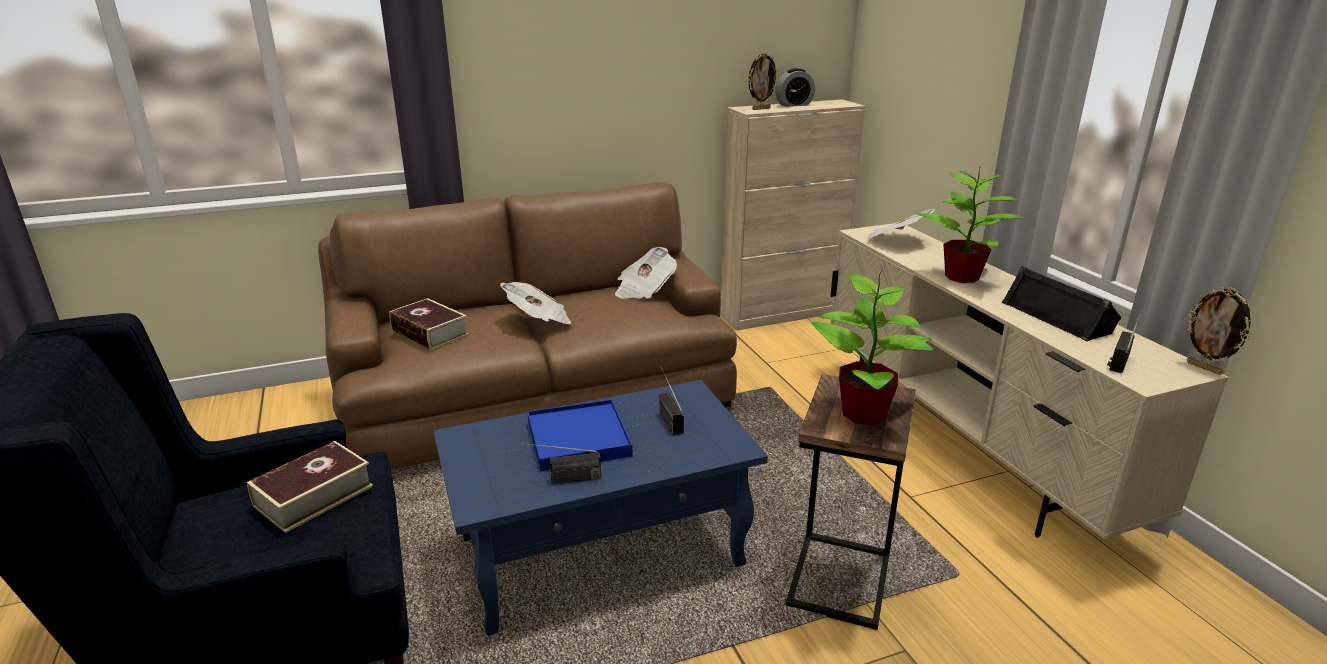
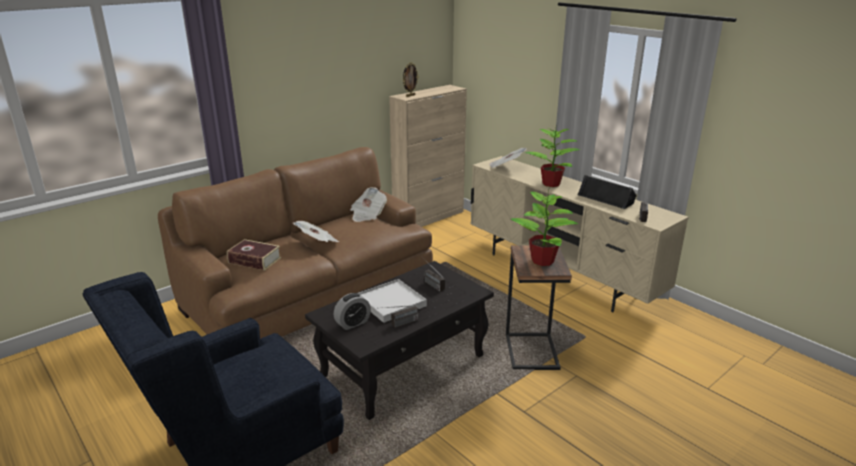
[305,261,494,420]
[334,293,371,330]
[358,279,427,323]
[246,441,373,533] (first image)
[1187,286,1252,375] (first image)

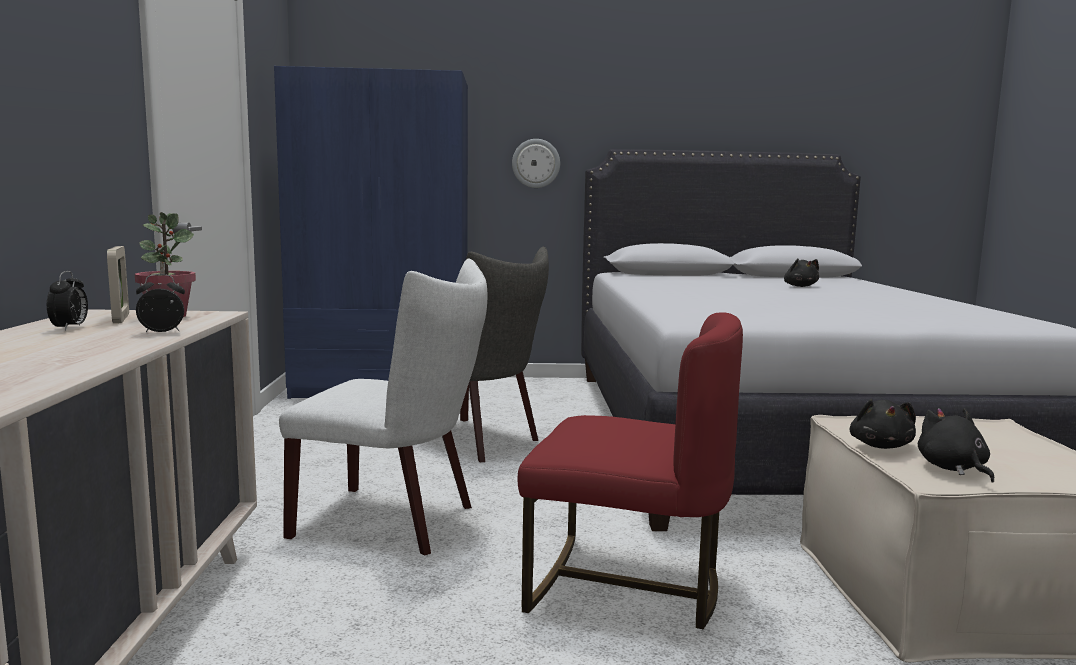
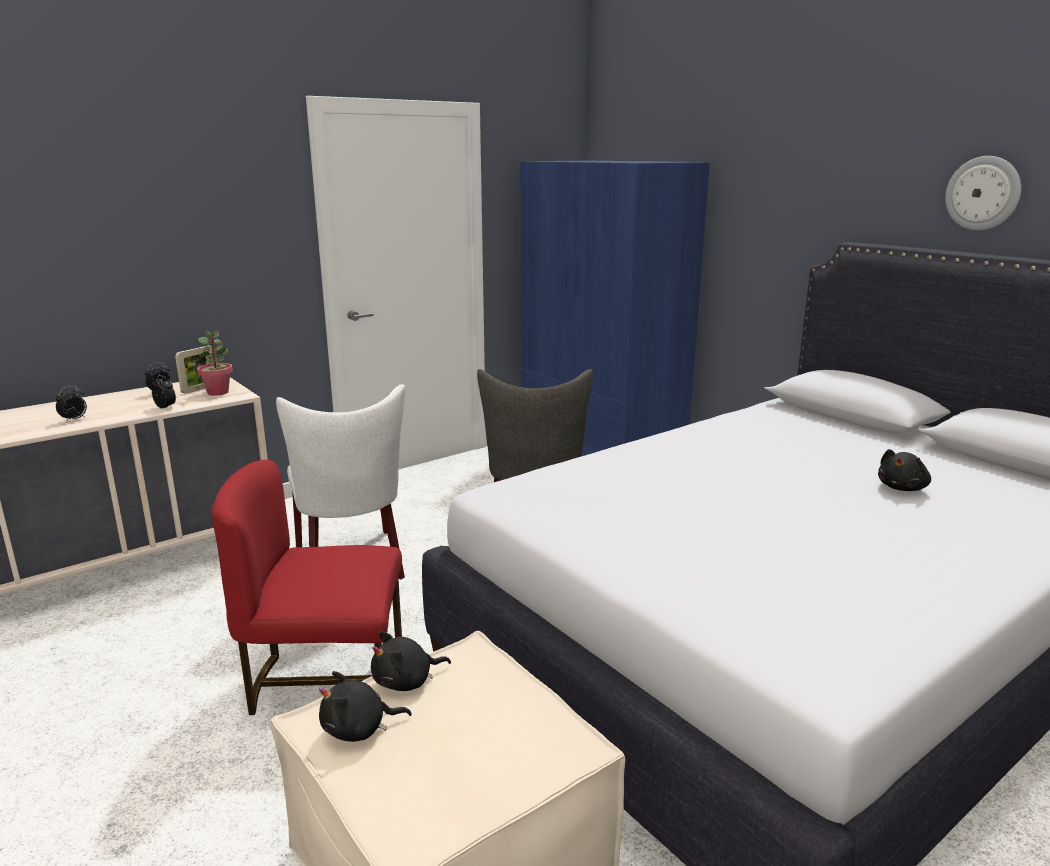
[55,386,87,422]
[212,460,402,715]
[319,671,412,742]
[945,156,1021,231]

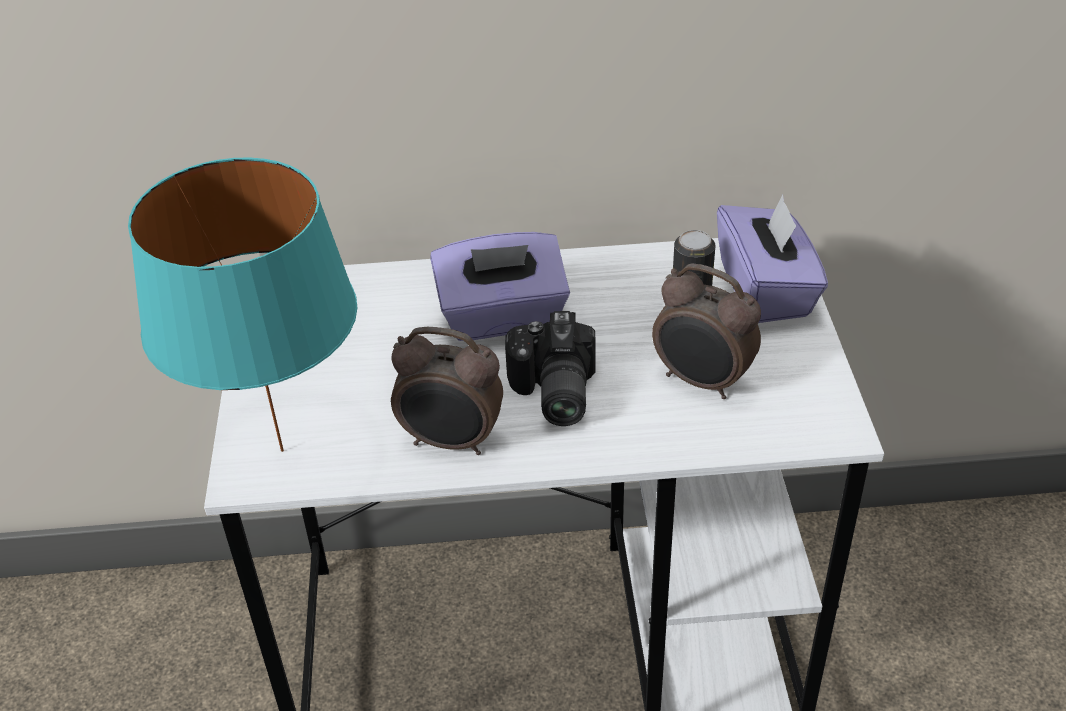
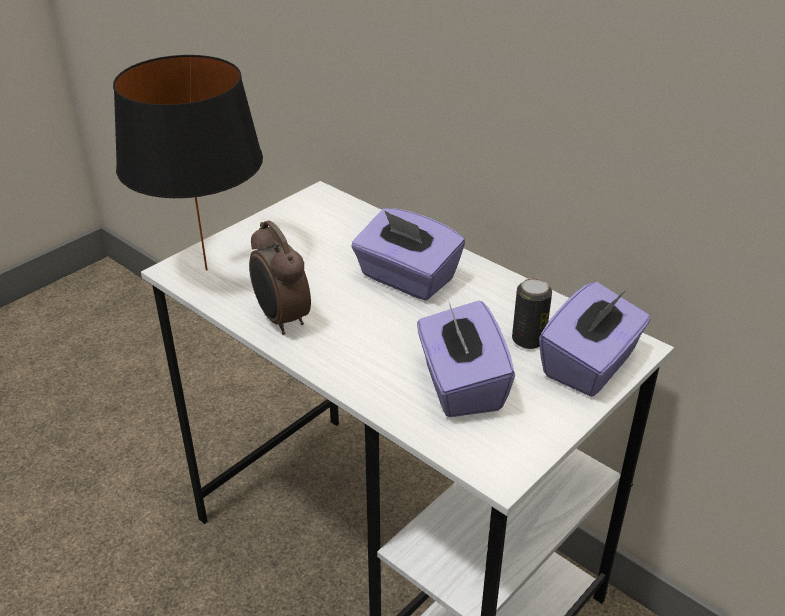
[113,55,263,270]
[417,301,515,417]
[505,311,596,426] (first image)

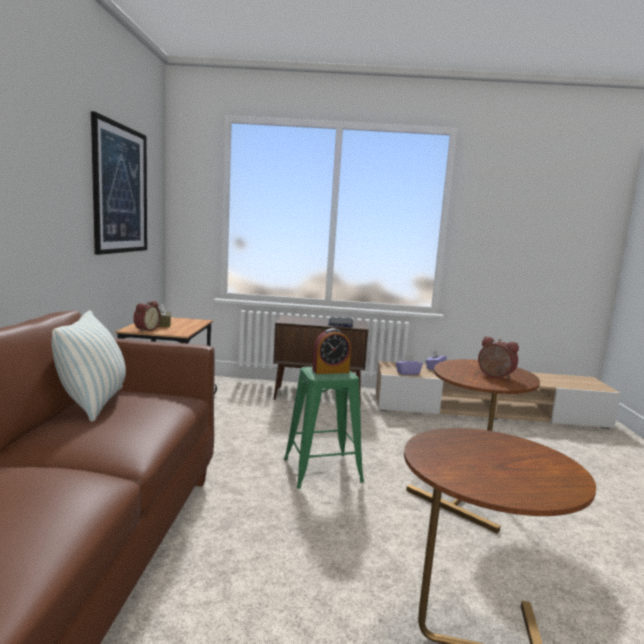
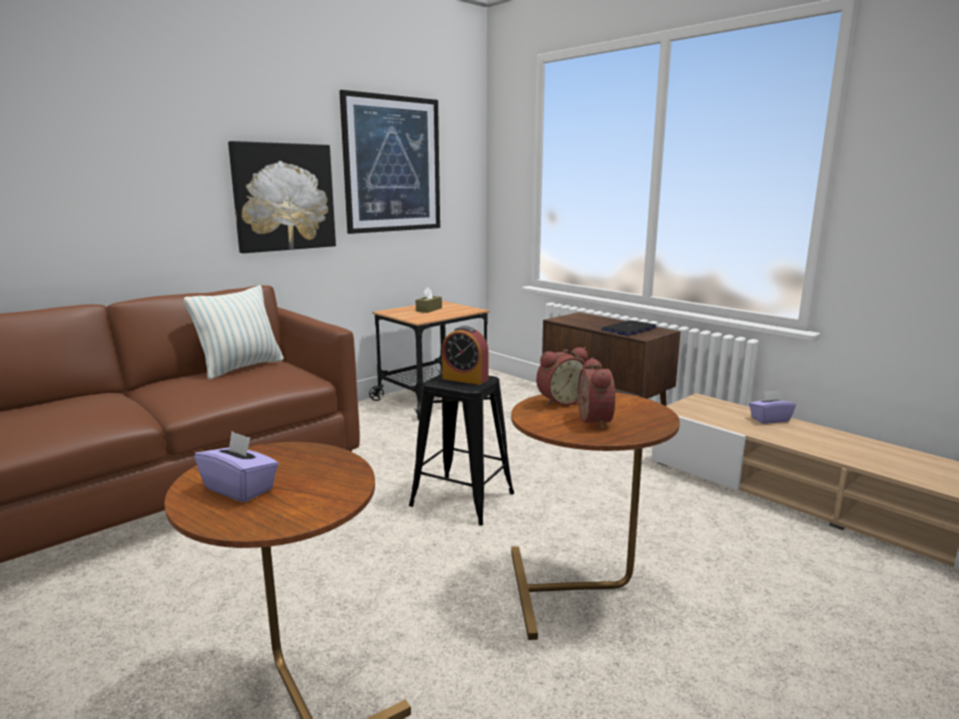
[194,431,279,502]
[228,141,336,253]
[409,373,514,526]
[536,347,588,406]

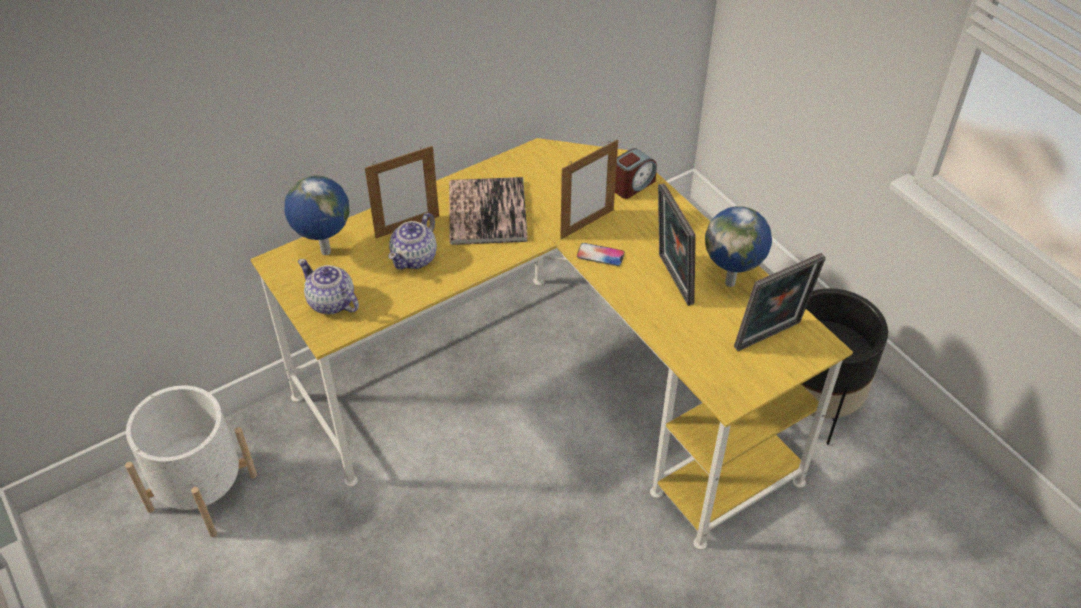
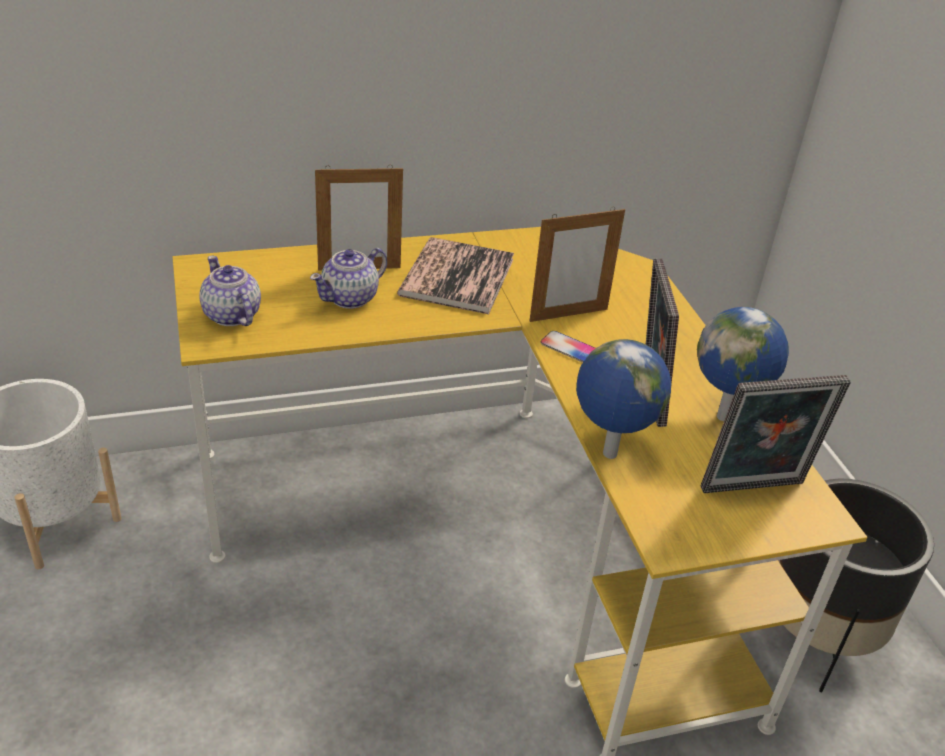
[576,339,671,459]
[615,148,657,199] (first image)

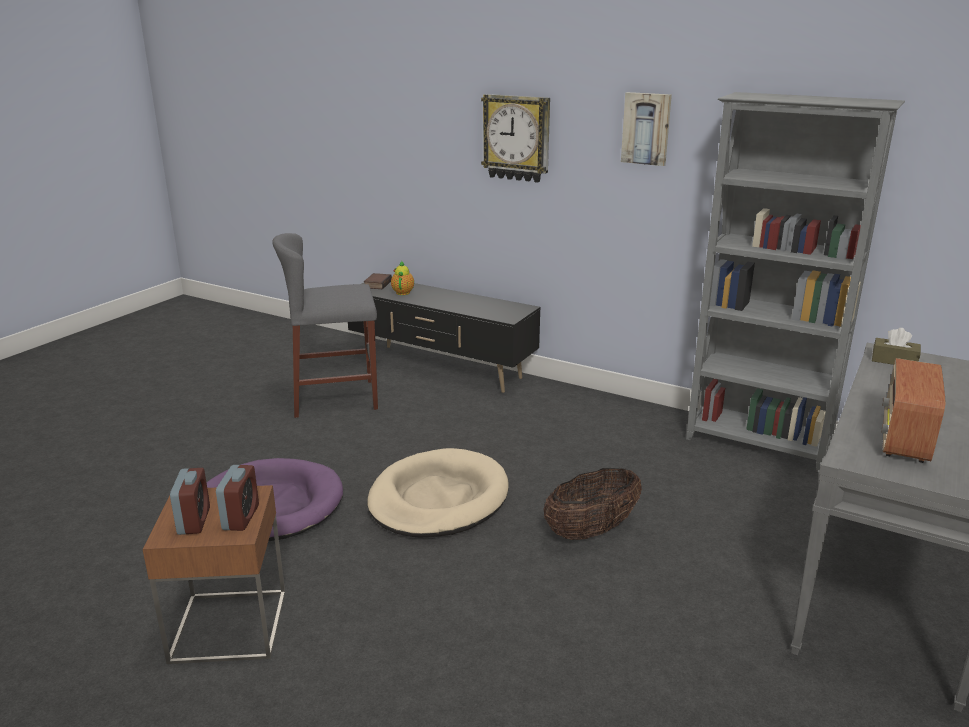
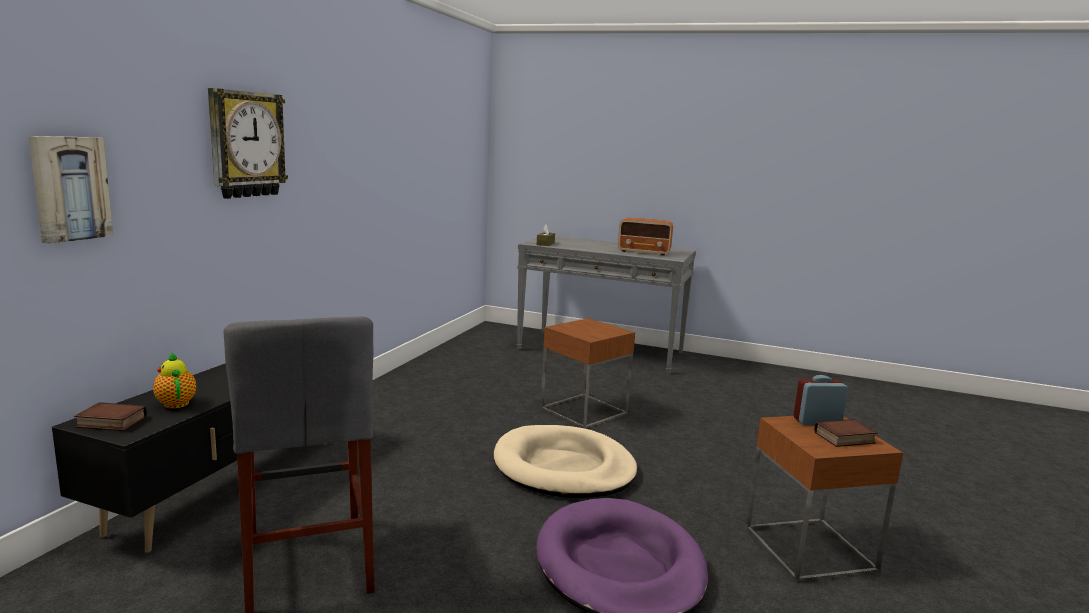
[29,136,113,244]
[153,352,196,408]
[541,318,635,429]
[814,419,878,447]
[686,92,905,472] (first image)

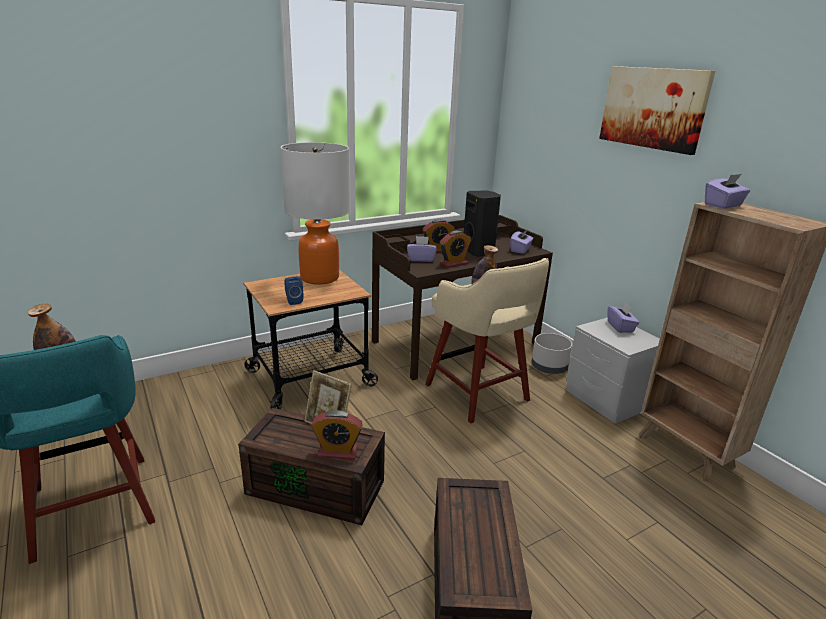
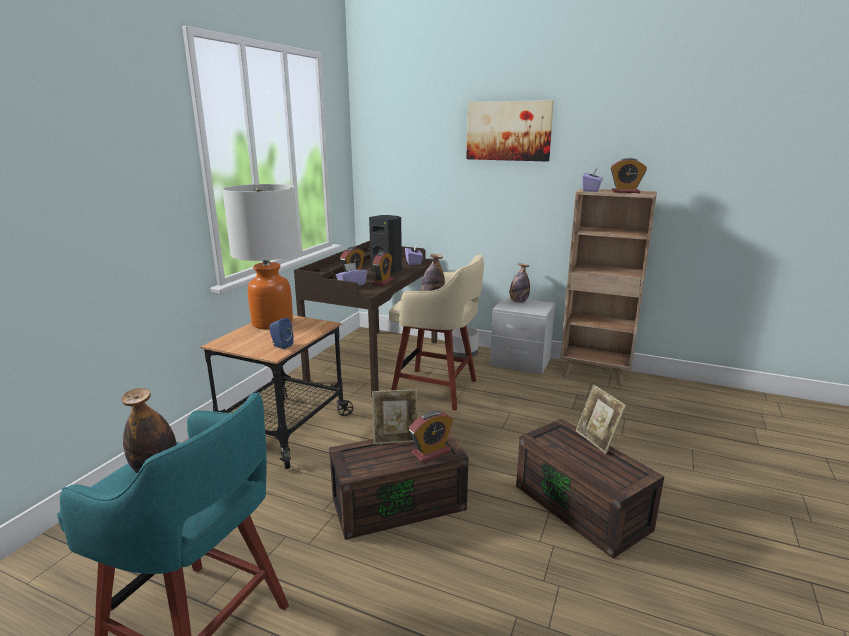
[510,263,530,303]
[576,385,626,454]
[610,158,647,193]

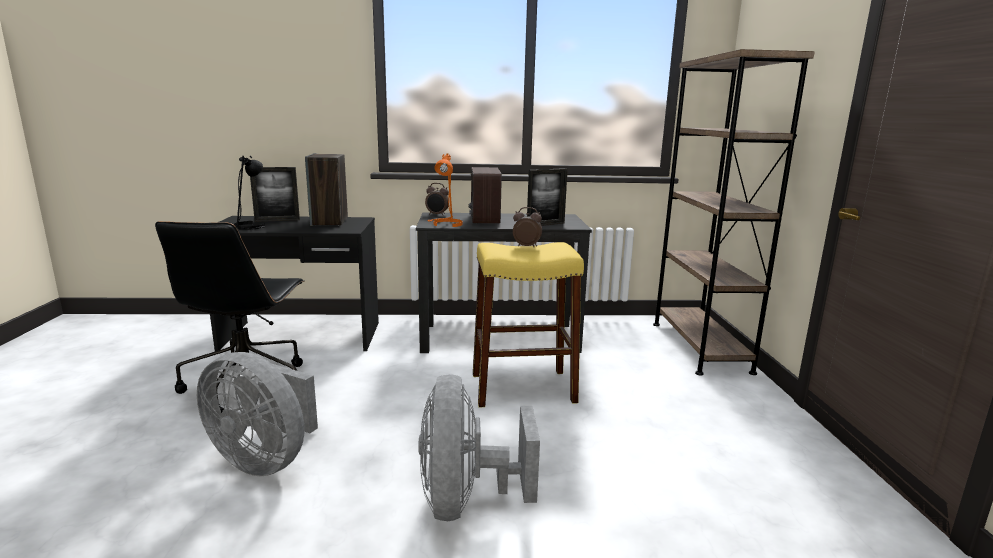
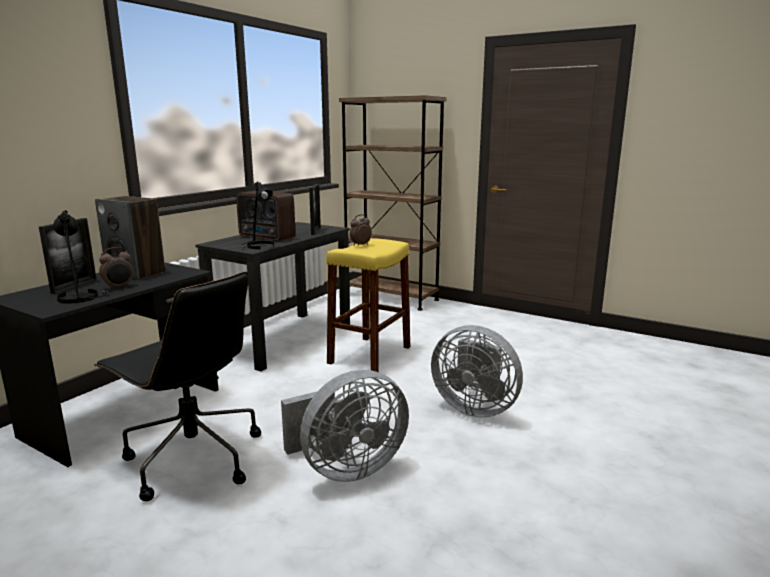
[99,247,133,290]
[241,182,274,249]

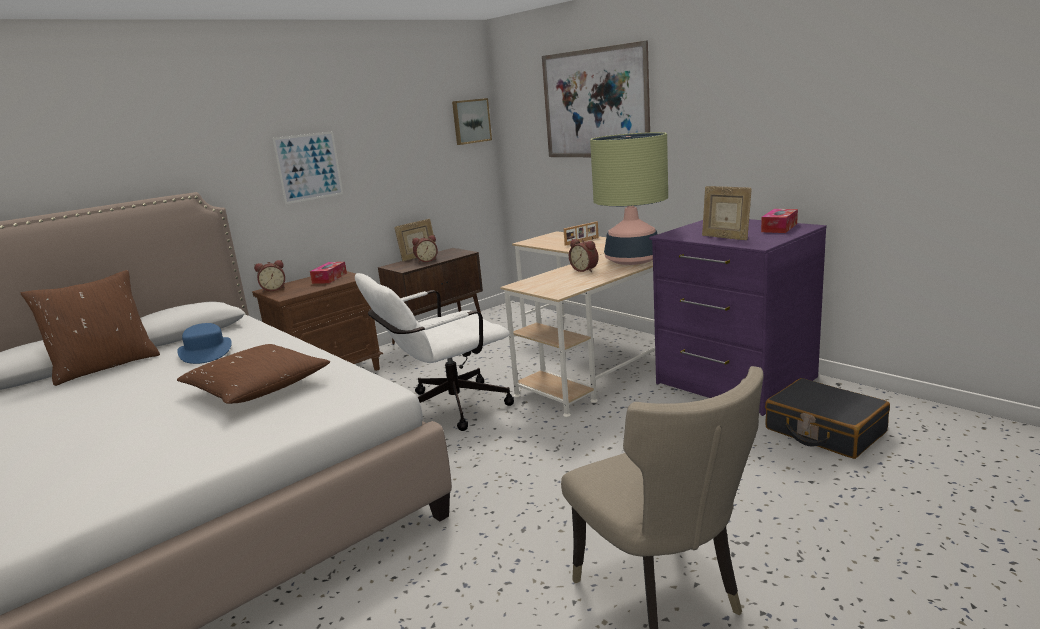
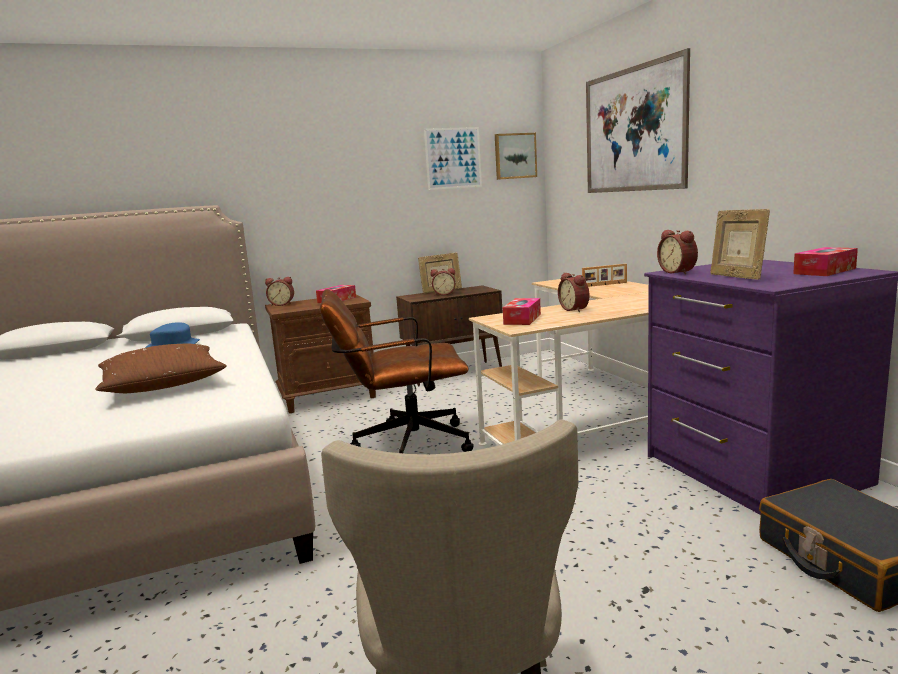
[320,289,474,453]
[424,127,482,190]
[503,298,541,325]
[657,230,698,274]
[21,270,160,386] (first image)
[590,132,668,265] (first image)

